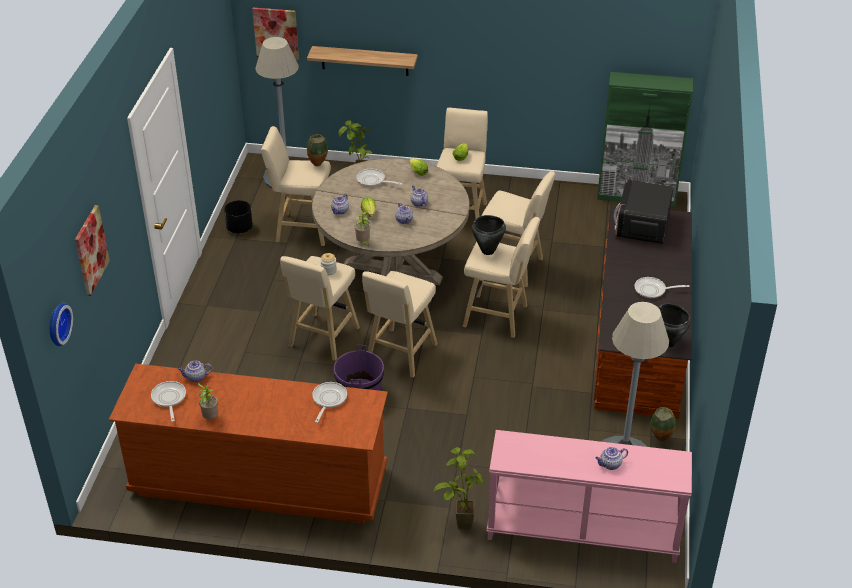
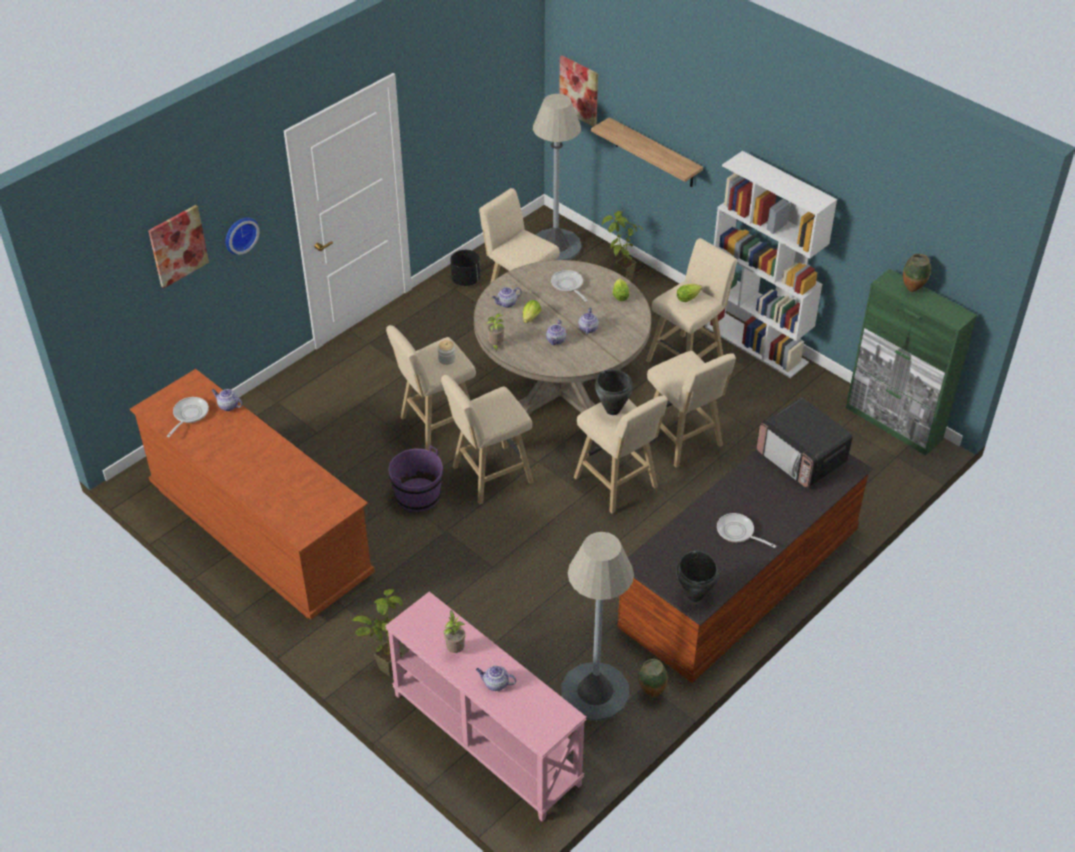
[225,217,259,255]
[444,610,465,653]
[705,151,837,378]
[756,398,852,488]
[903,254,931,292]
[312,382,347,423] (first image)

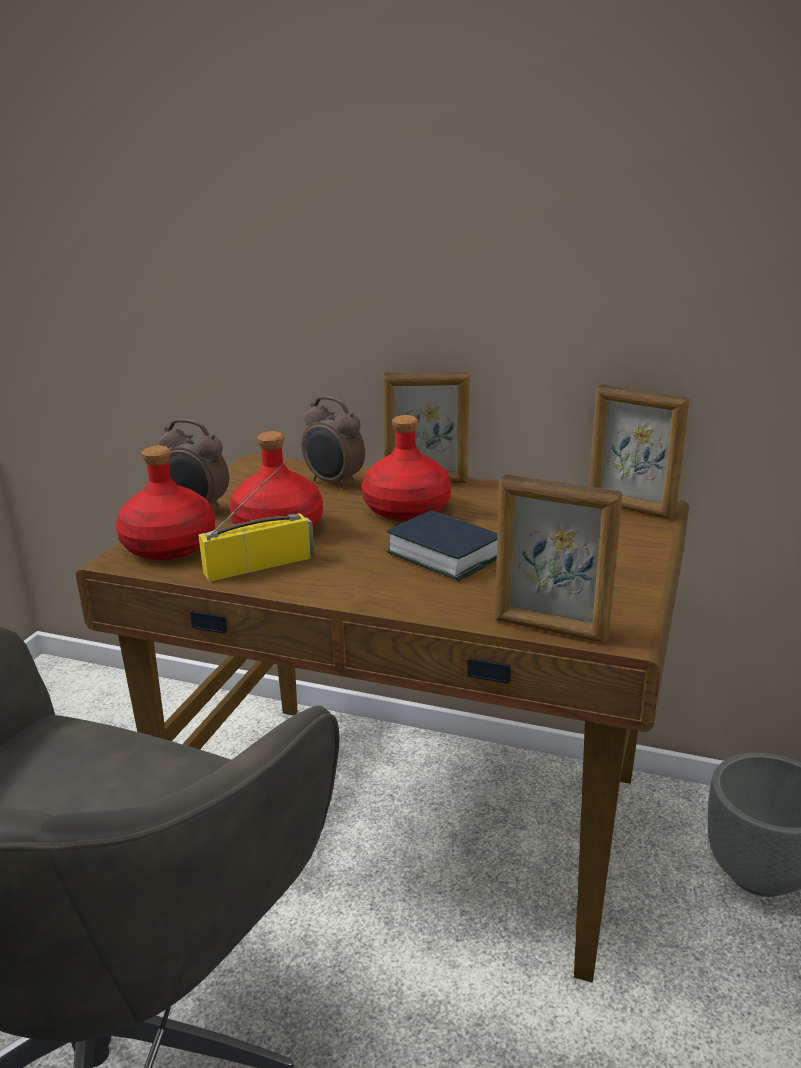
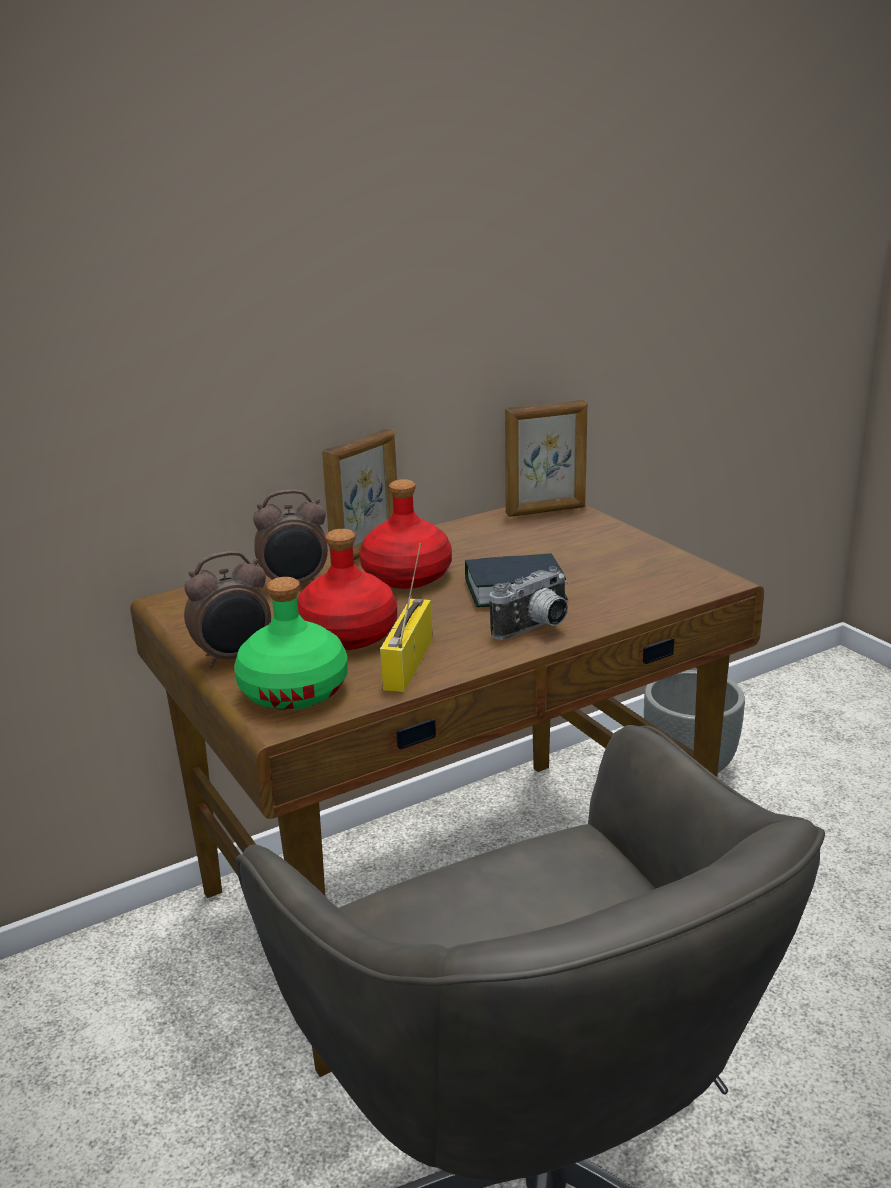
[234,577,348,710]
[490,566,568,640]
[495,474,622,643] (first image)

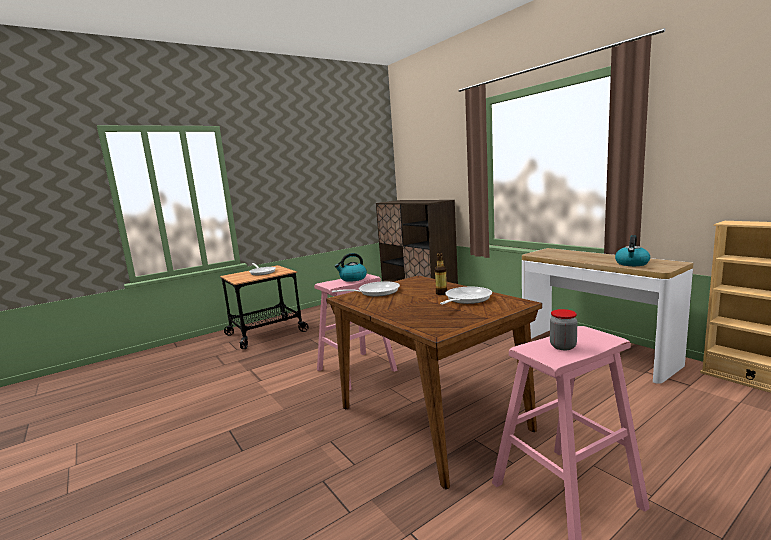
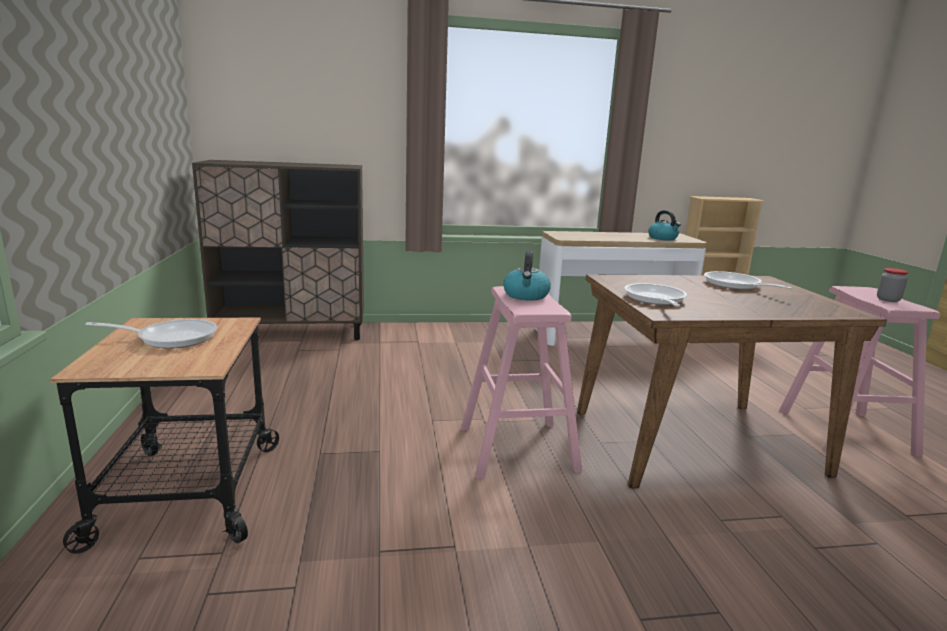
[435,253,447,295] (first image)

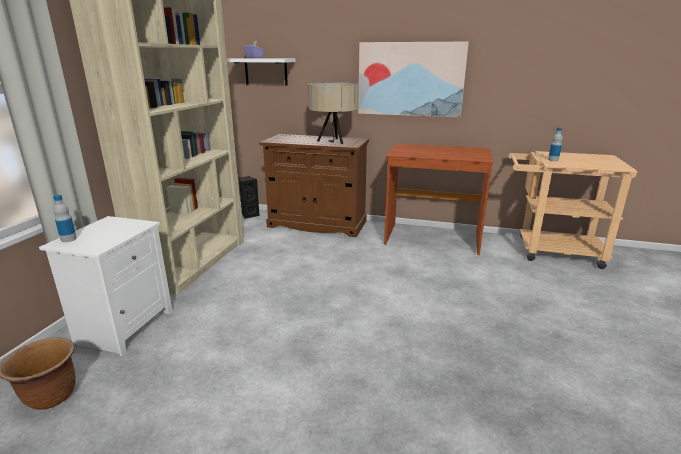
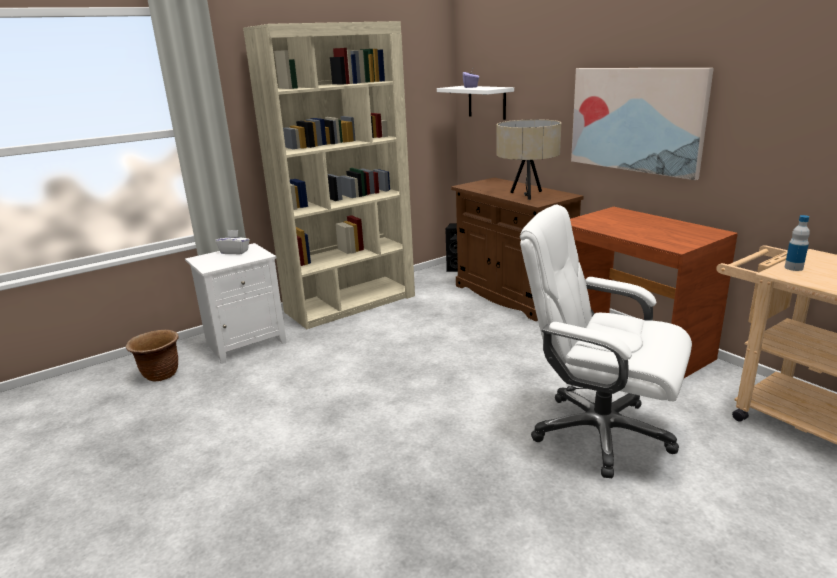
[215,230,250,254]
[520,204,692,478]
[53,195,77,242] (first image)

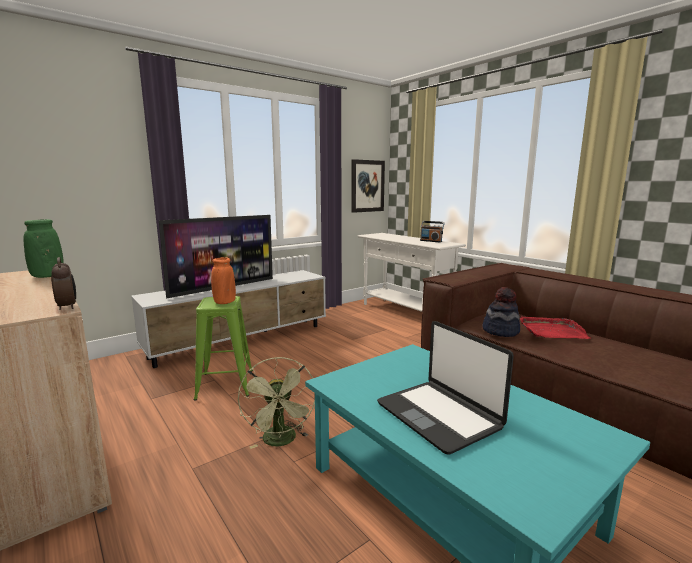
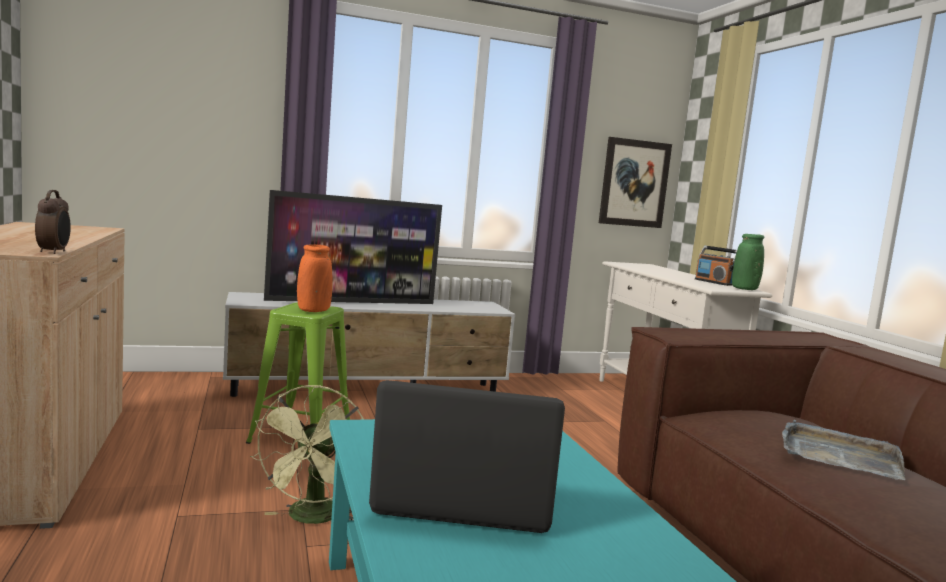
[369,380,565,533]
[732,234,764,290]
[782,420,906,480]
[482,287,520,337] (first image)

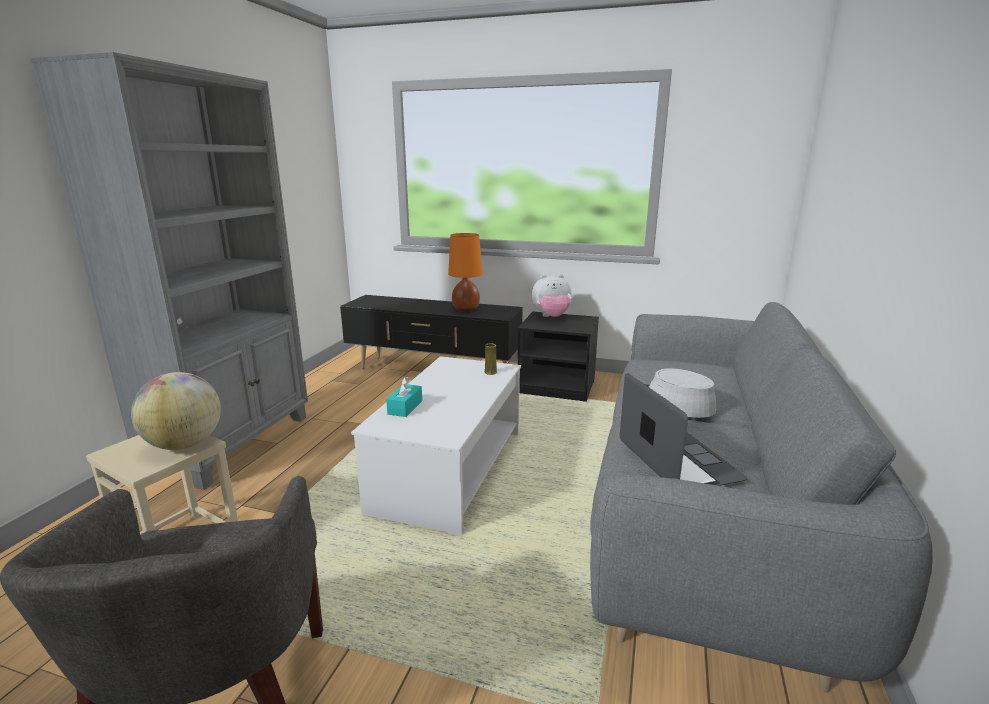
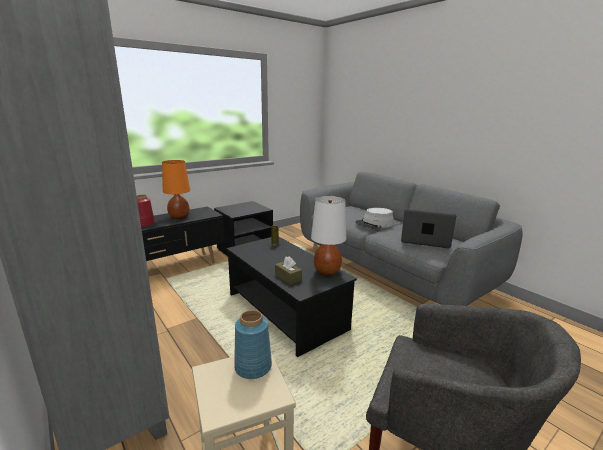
[137,194,155,227]
[226,237,357,357]
[234,310,272,379]
[275,257,302,285]
[311,196,346,275]
[532,274,571,317] (first image)

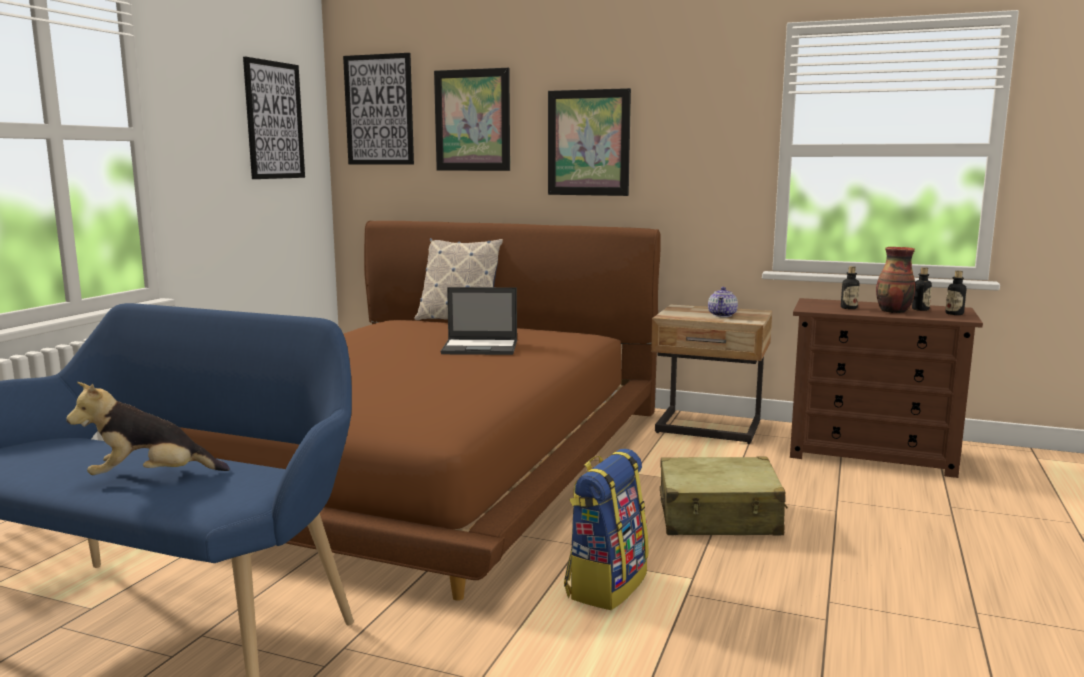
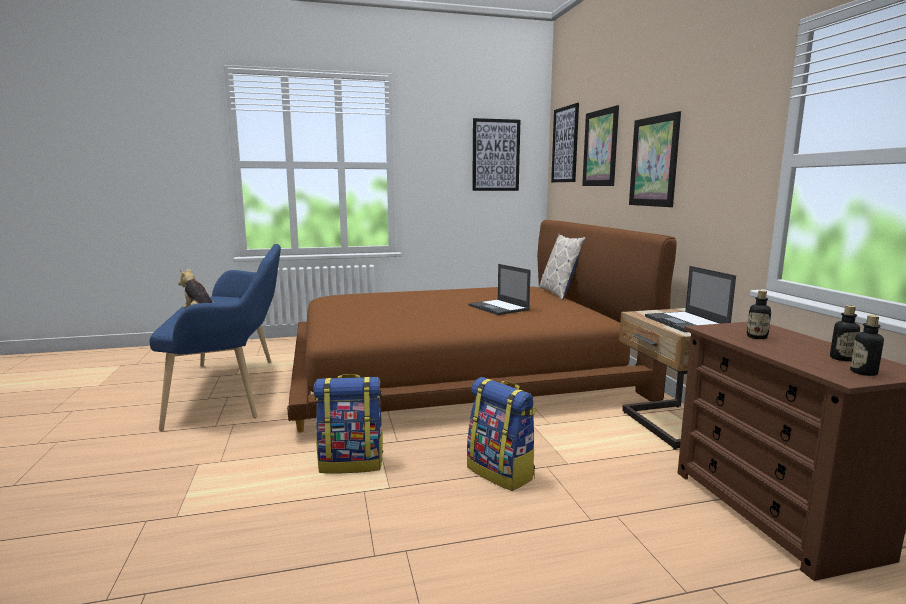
[467,377,536,491]
[645,266,736,332]
[876,247,915,313] (first image)

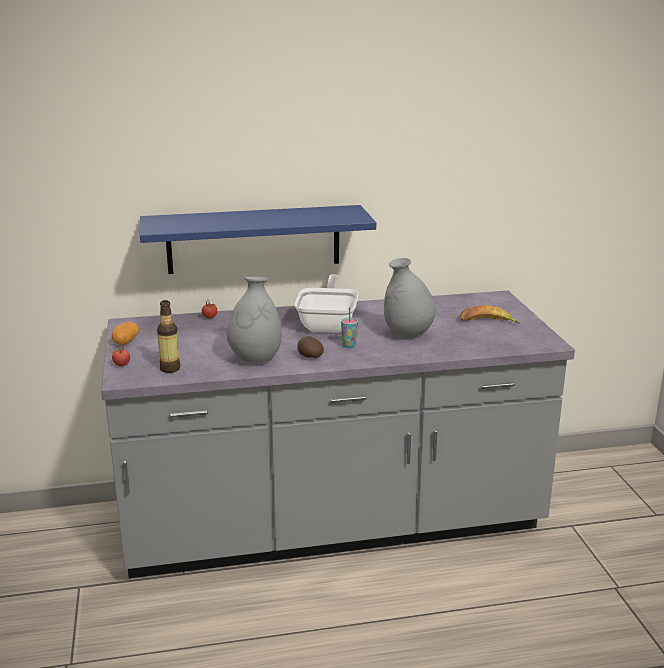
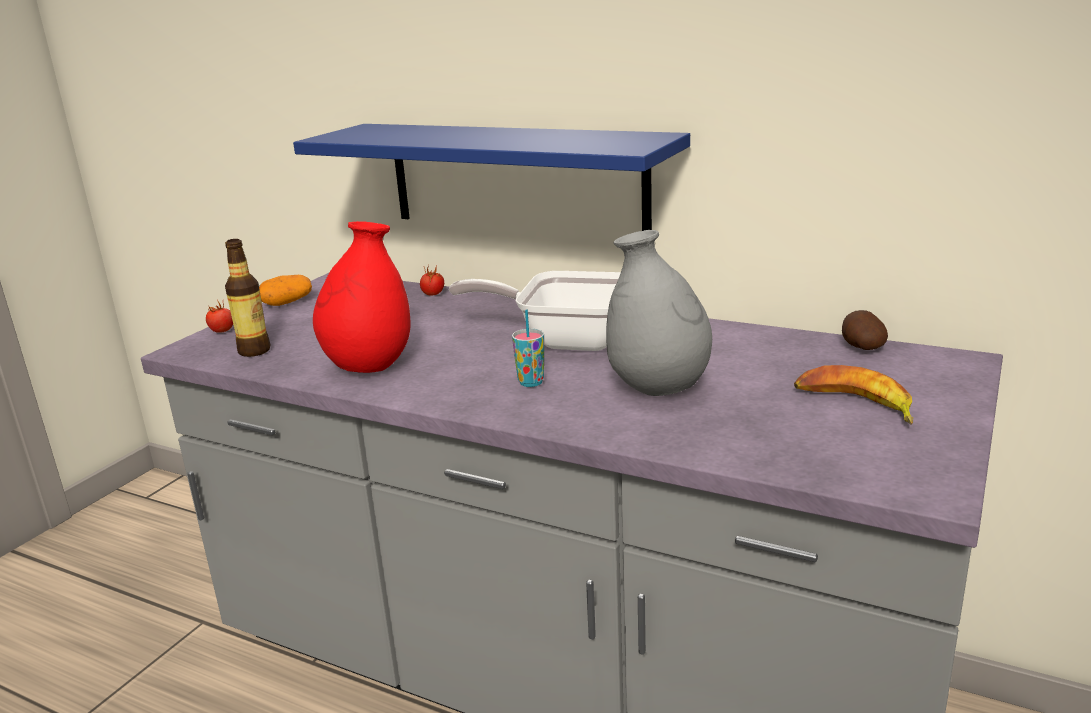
[313,221,411,373]
[449,271,621,351]
[842,310,888,350]

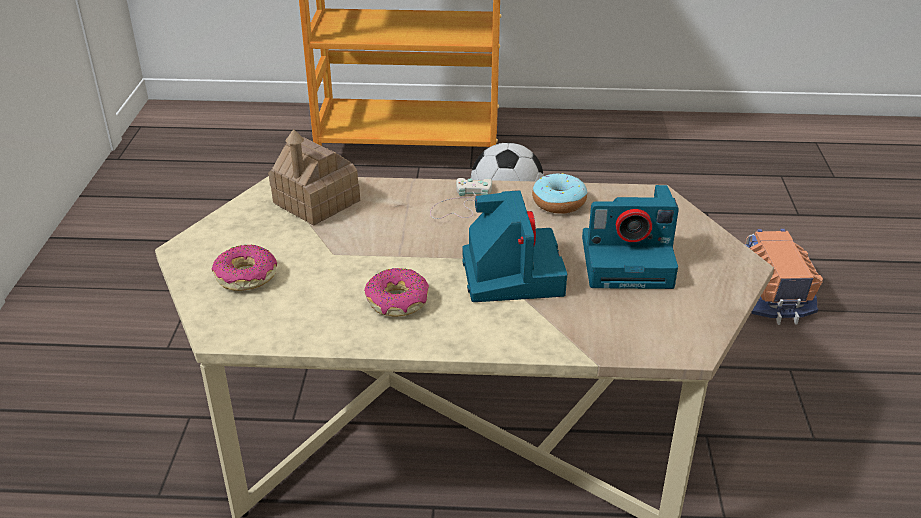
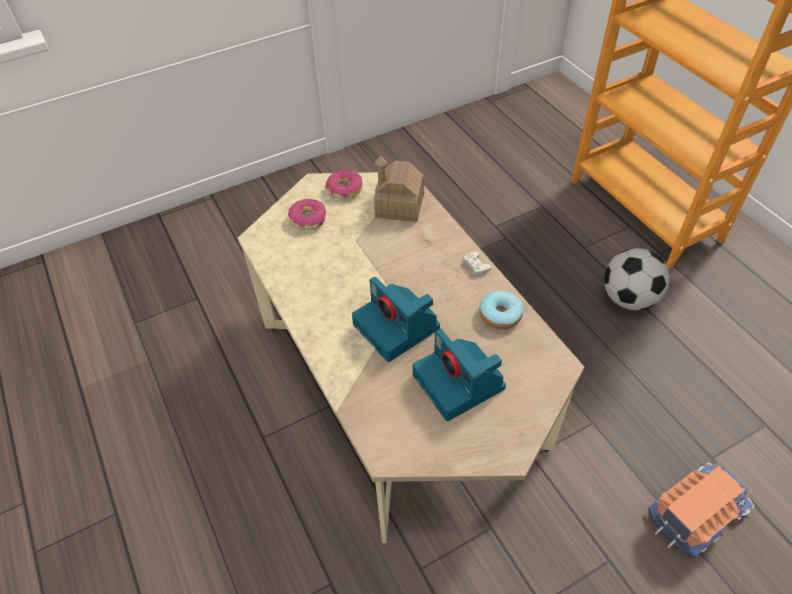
[326,170,363,199]
[352,277,440,362]

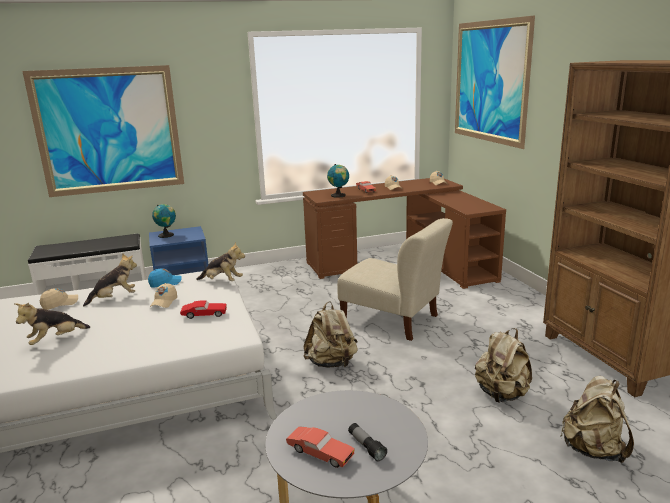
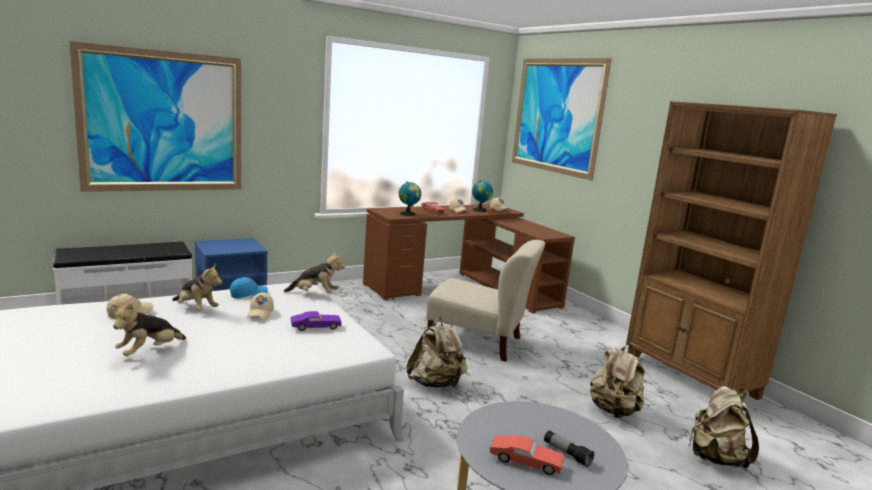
[172,263,222,310]
[290,311,342,331]
[472,181,493,212]

